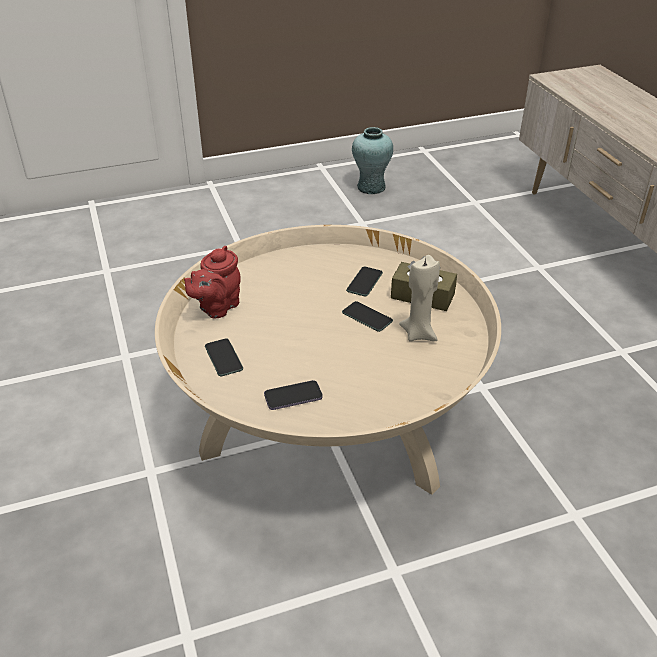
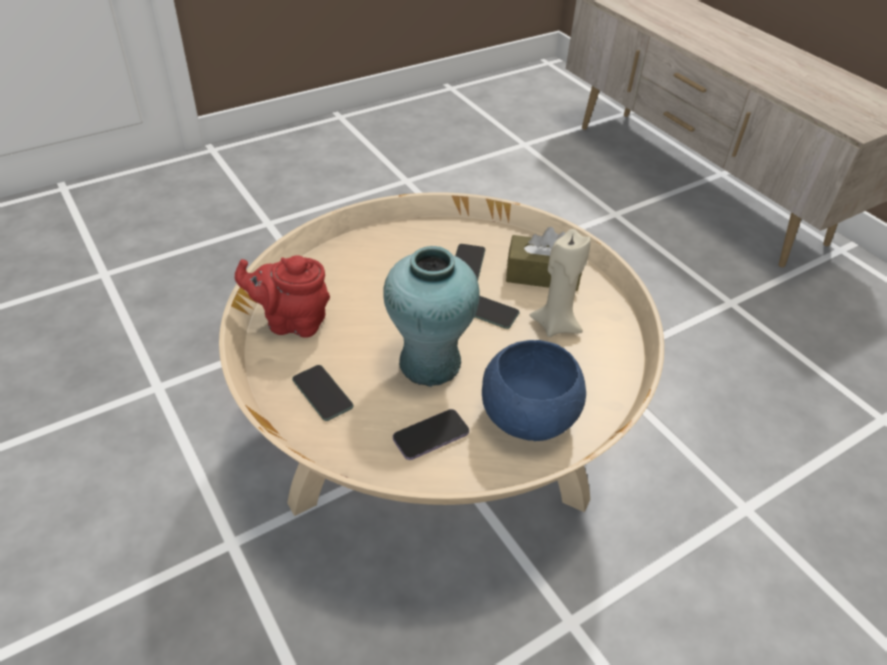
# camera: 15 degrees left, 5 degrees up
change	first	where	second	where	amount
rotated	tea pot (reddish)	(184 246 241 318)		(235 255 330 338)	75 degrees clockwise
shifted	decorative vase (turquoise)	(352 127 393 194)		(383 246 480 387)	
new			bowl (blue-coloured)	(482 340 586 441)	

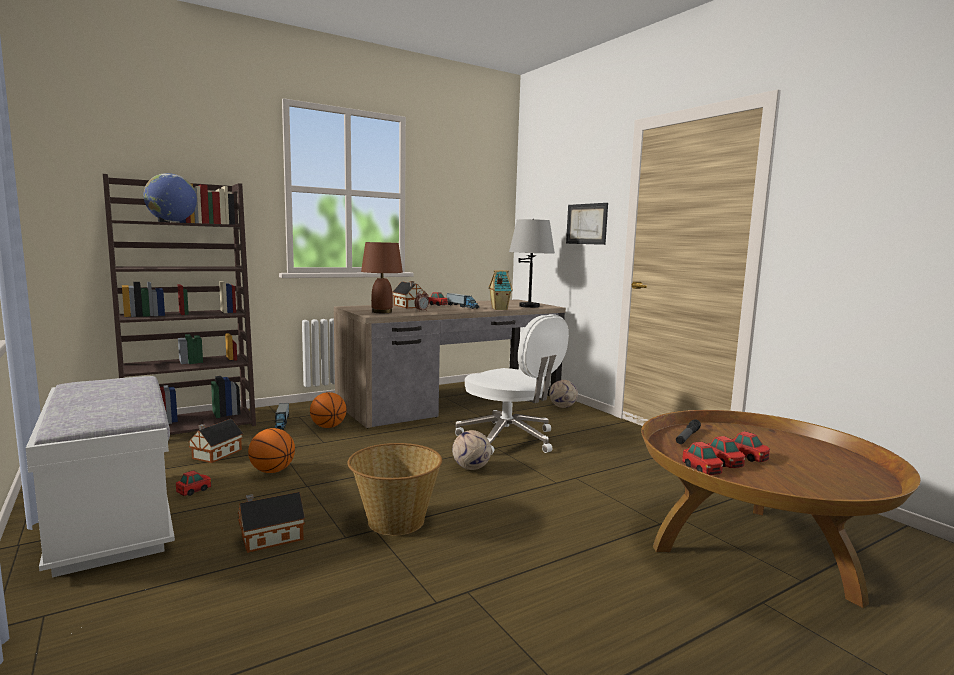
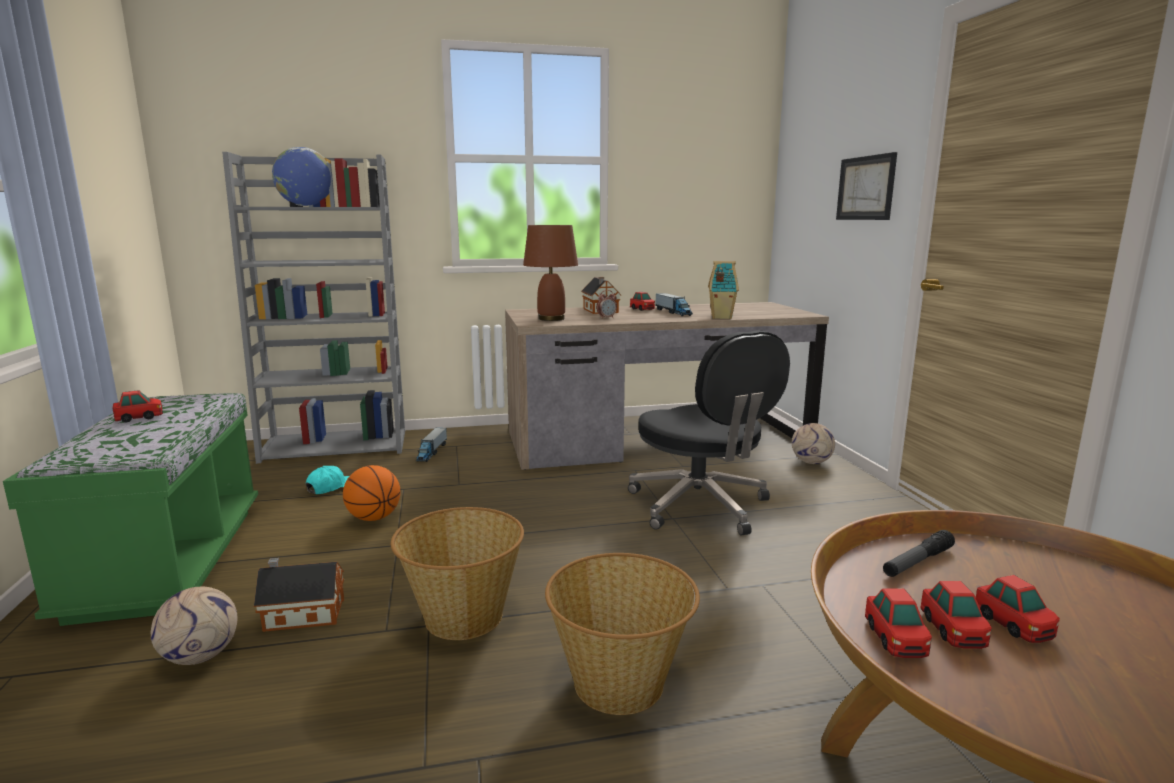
# camera: 20 degrees right, 5 degrees up
change	first	where	second	where	amount
repainted	indoor bench (whitish)	(26 376 175 578)	indoor bench (green)	(3 393 258 626)	
shifted	toy car	(176 470 211 496)		(112 390 163 422)	
shifted	ball for football	(452 430 492 470)		(151 586 238 665)	
repainted	bookcase (brownish)	(103 174 256 435)	bookcase (greyish)	(222 152 405 464)	
swapped	toy house	(188 419 243 463)	cap (turquoise)	(306 466 349 494)	
new			storage basket	(545 553 700 715)	
repainted	office chair (whitish)	(455 314 569 455)	office chair (black-coloured)	(628 330 790 535)	
gone	basketball ball	(310 392 347 428)			
gone	lamp for a table (greyish)	(509 219 555 308)			

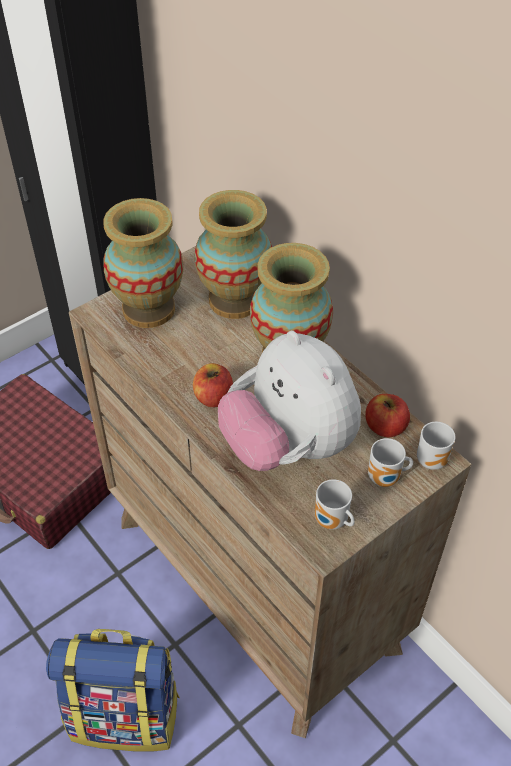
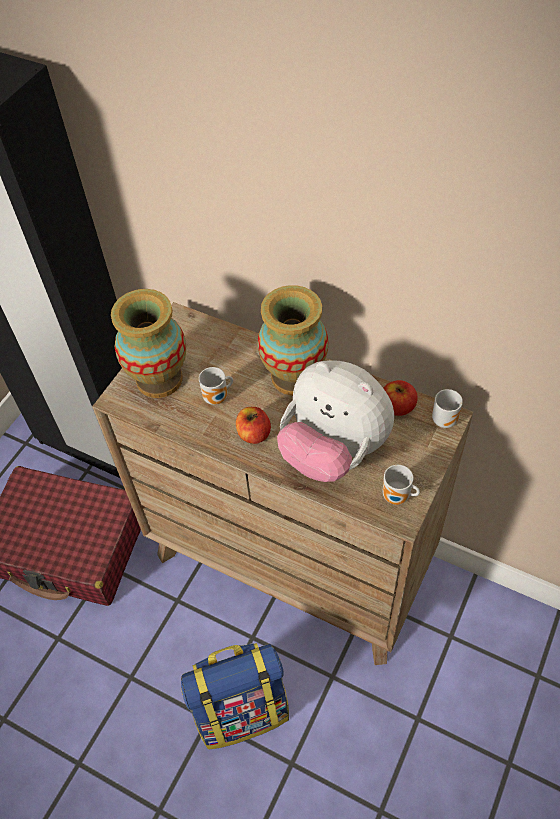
# camera: 20 degrees left, 5 degrees up
change	first	where	second	where	amount
shifted	coffee mug	(368 438 413 487)		(199 367 233 405)	
gone	decorative vase	(195 190 272 319)			

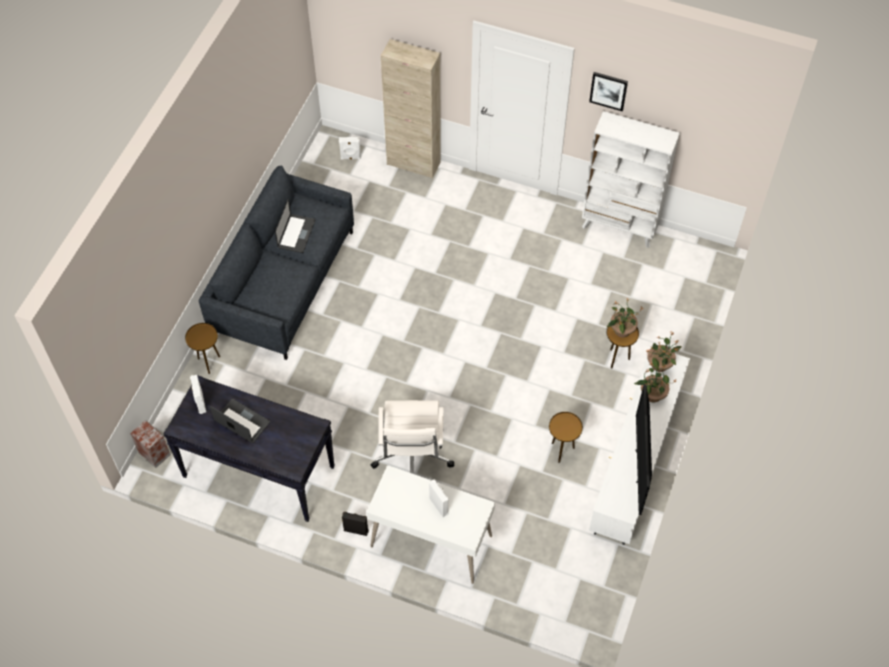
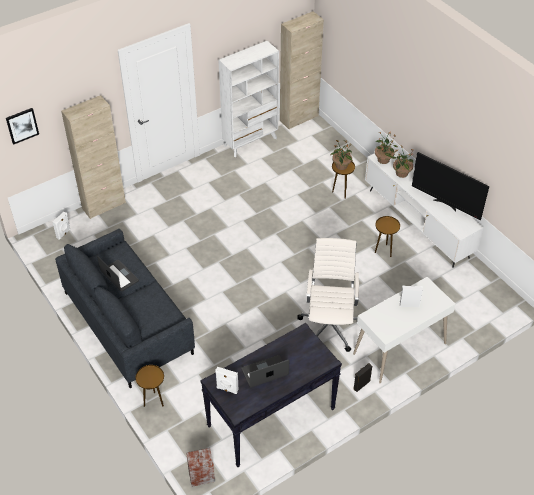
# camera: 55 degrees left, 10 degrees down
change	first	where	second	where	amount
shifted	wall art	(589 72 628 111)		(6 108 39 145)	
new			cabinet (beige)	(280 11 324 129)	
rotated	office chair (whitish)	(371 400 454 474)		(297 238 359 352)	120 degrees counterclockwise

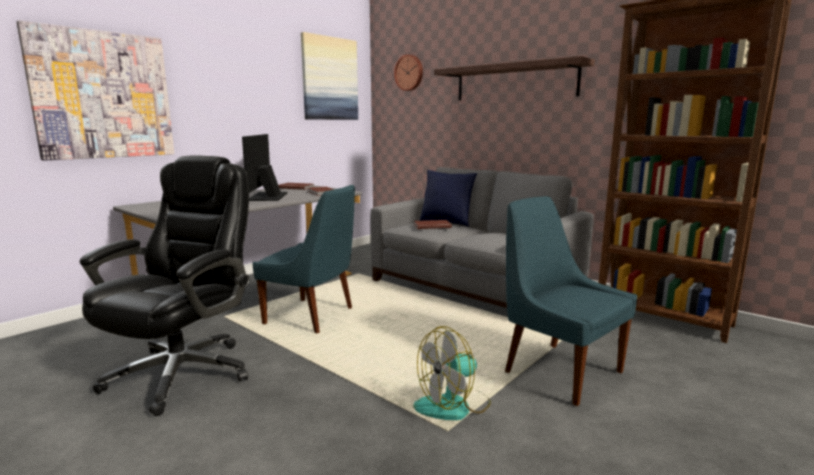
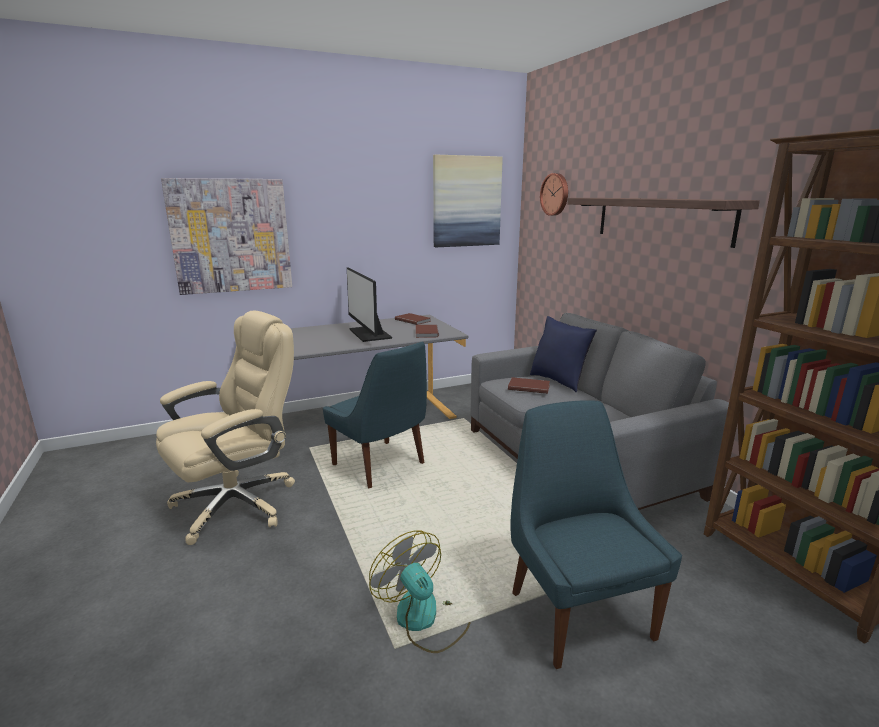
# camera: 25 degrees right, 5 degrees up
change	first	where	second	where	amount
repainted	office chair (black-coloured)	(80 156 250 416)	office chair (beige)	(156 311 295 545)	
rotated	monitor	(242 134 288 201)		(347 268 392 342)	45 degrees counterclockwise
rotated	fan	(413 326 491 420)		(369 530 471 653)	60 degrees clockwise

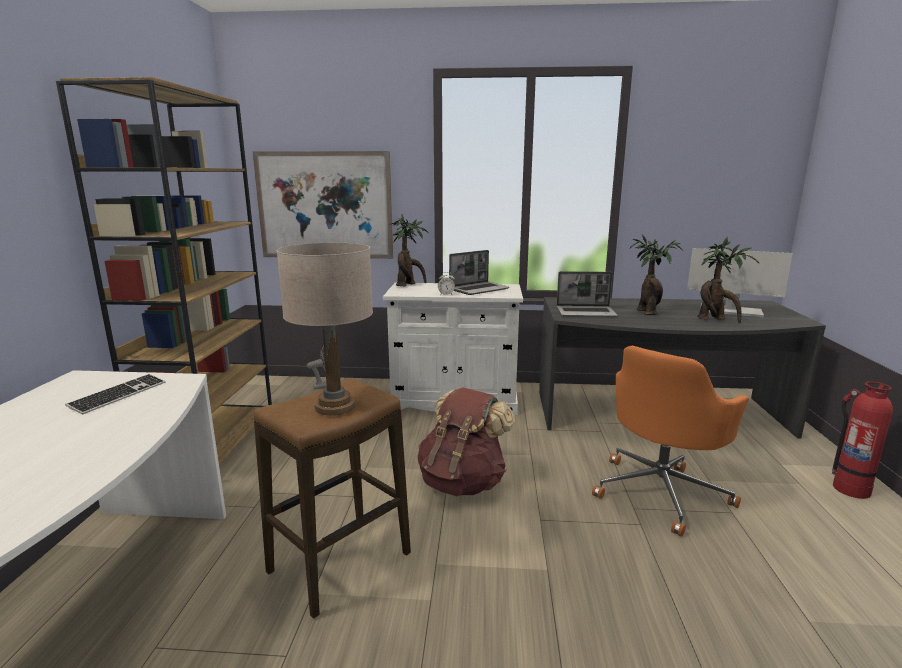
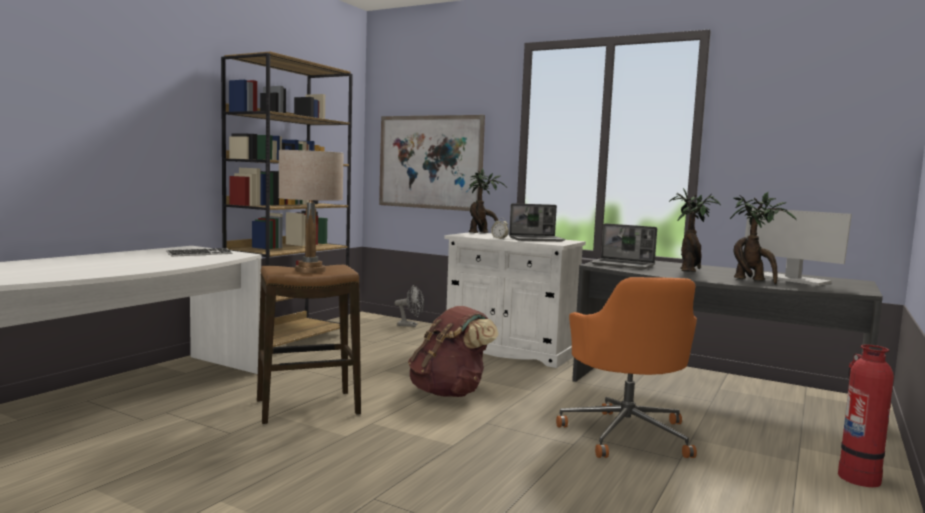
# camera: 25 degrees right, 10 degrees down
change	first	where	second	where	amount
rotated	office chair (orange-coloured)	(592 346 749 537)		(556 277 697 458)	75 degrees counterclockwise

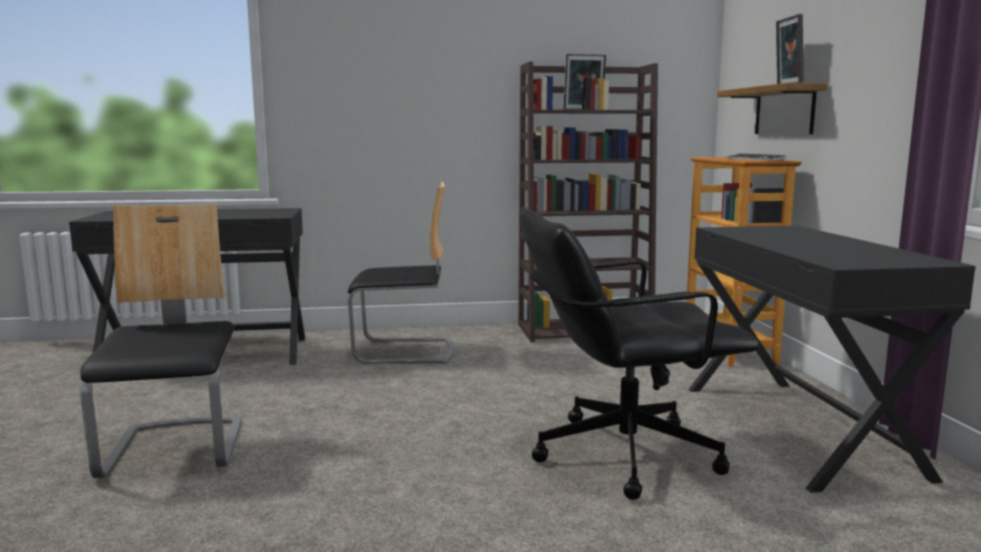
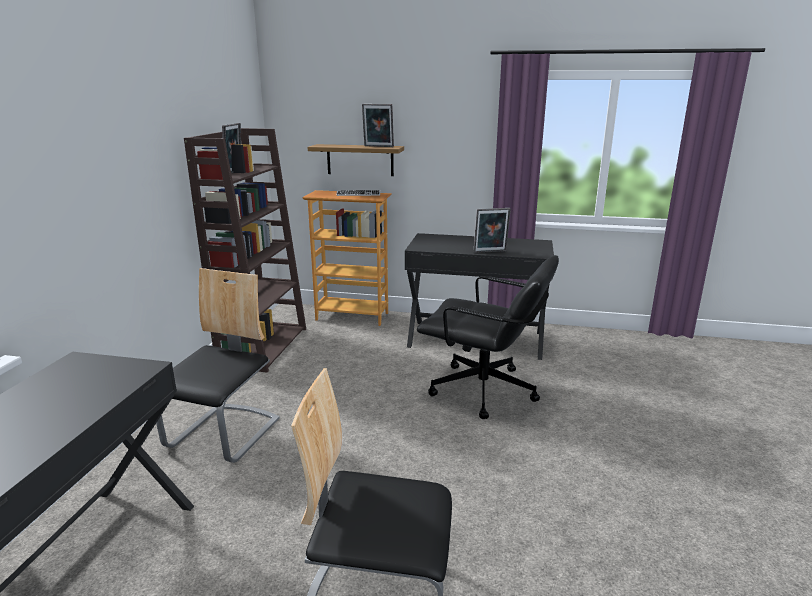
# camera: 70 degrees left, 10 degrees up
change	first	where	second	where	amount
rotated	office chair (black-coloured)	(520 210 760 500)		(417 255 559 419)	75 degrees counterclockwise
new			photo frame	(473 208 511 253)	

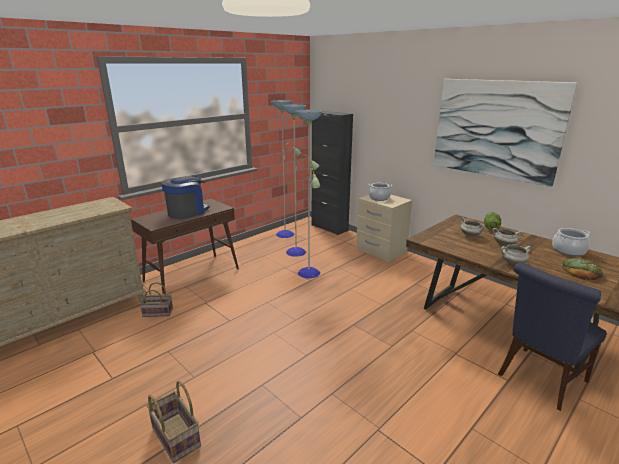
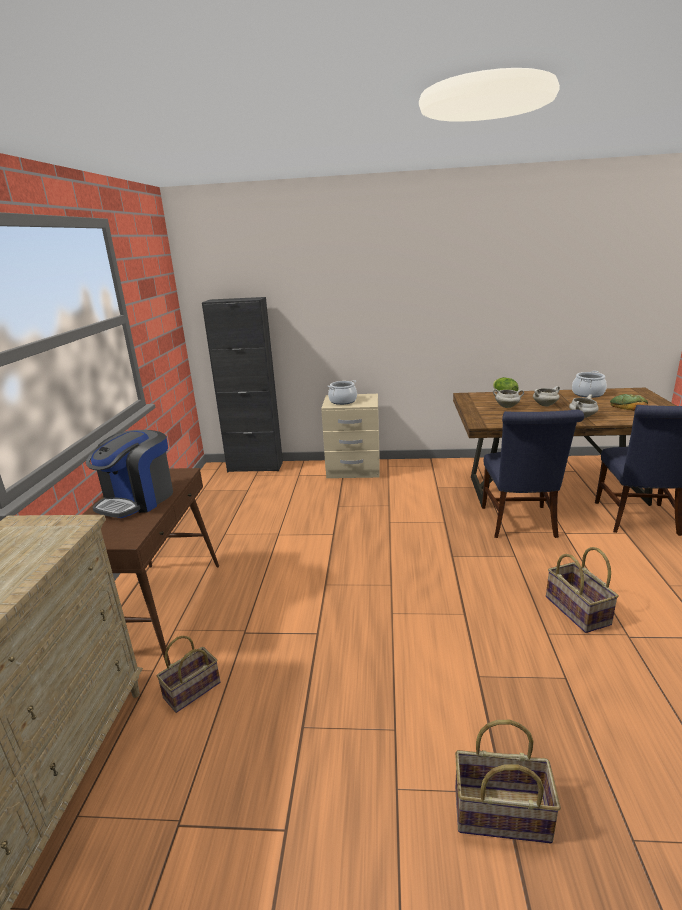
# camera: 40 degrees left, 0 degrees up
change	first	where	second	where	amount
rotated	coffee brewer	(161 176 210 219)		(85 430 173 518)	150 degrees counterclockwise
new			upright chair (blue-coloured)	(482 410 584 538)	
new			storage basket	(546 547 619 633)	
gone	floor lamp	(271 100 322 279)			
gone	wall art	(434 79 578 187)			

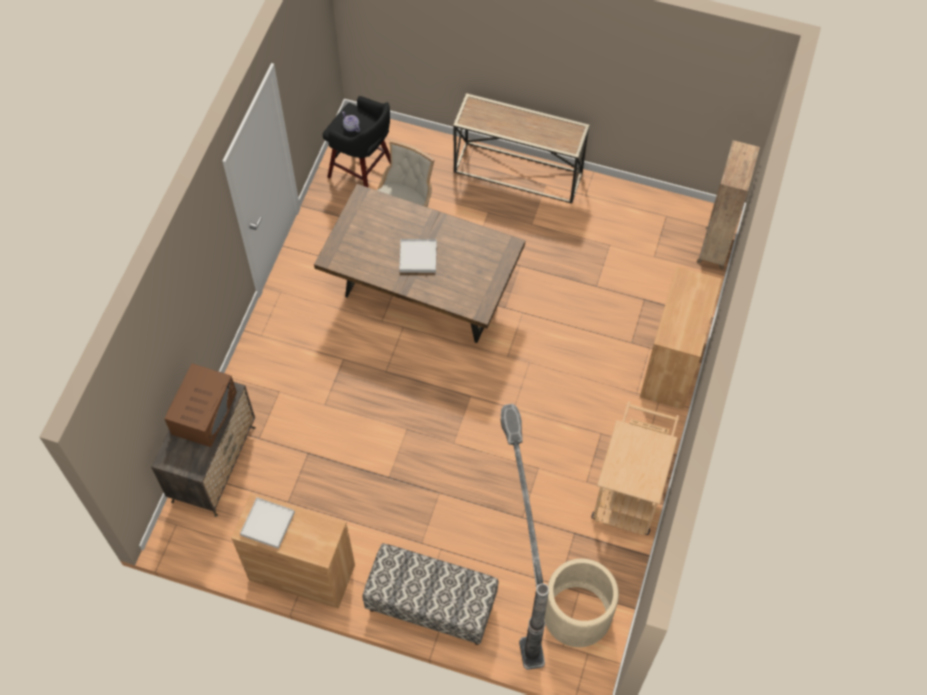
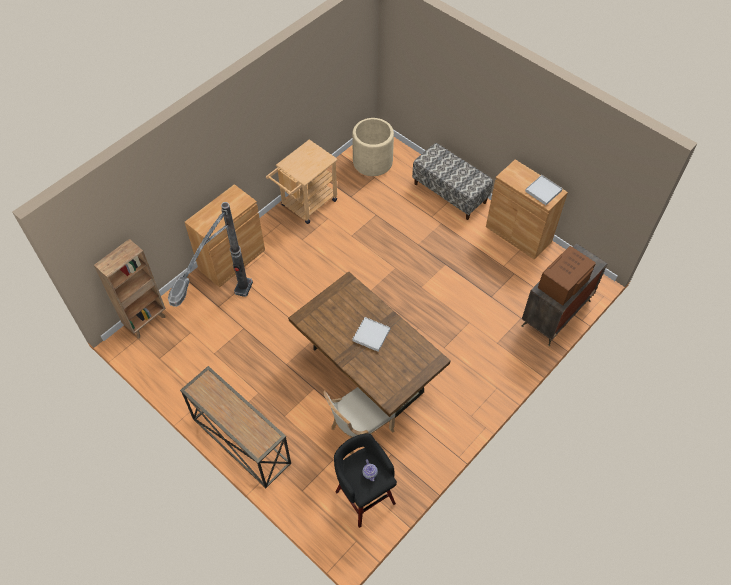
# camera: 155 degrees left, 5 degrees down
change	first	where	second	where	amount
shifted	floor lamp	(501 404 549 670)		(168 202 253 307)	

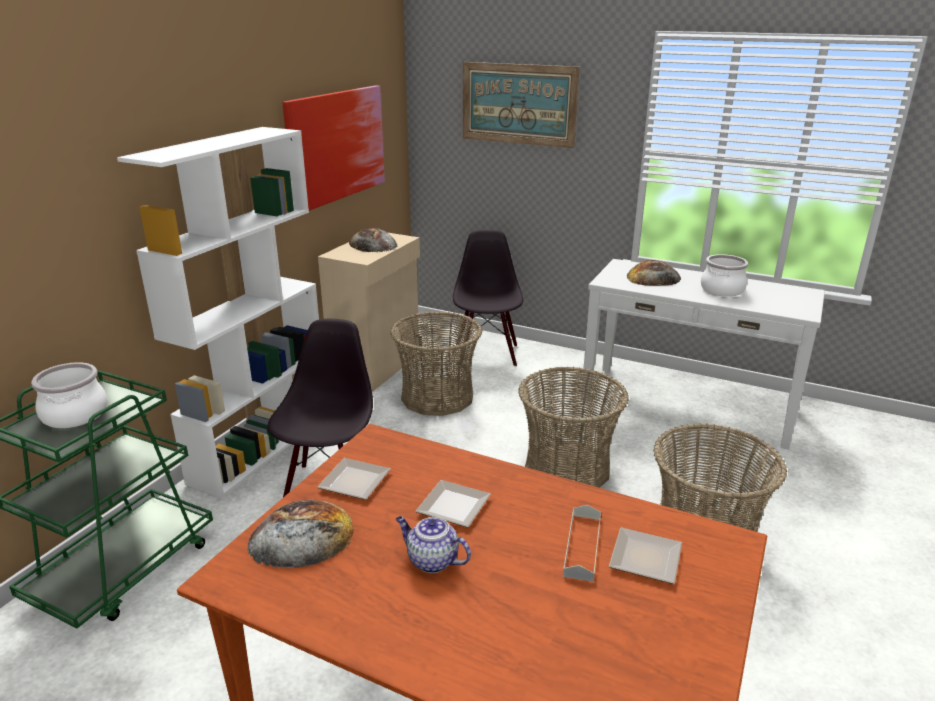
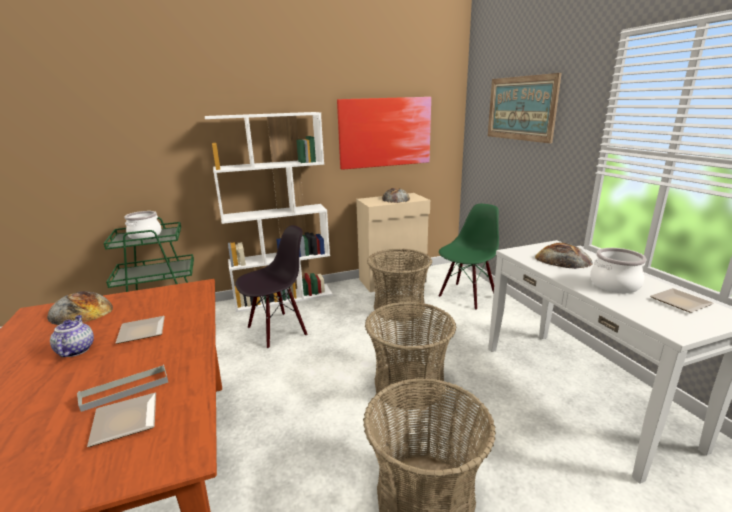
# camera: 45 degrees right, 5 degrees down
change	first	where	second	where	amount
repainted	upright chair (black-coloured)	(453 229 524 367)	upright chair (green)	(439 204 499 310)	
shifted	flat dish	(317 458 391 500)		(650 288 714 313)	

